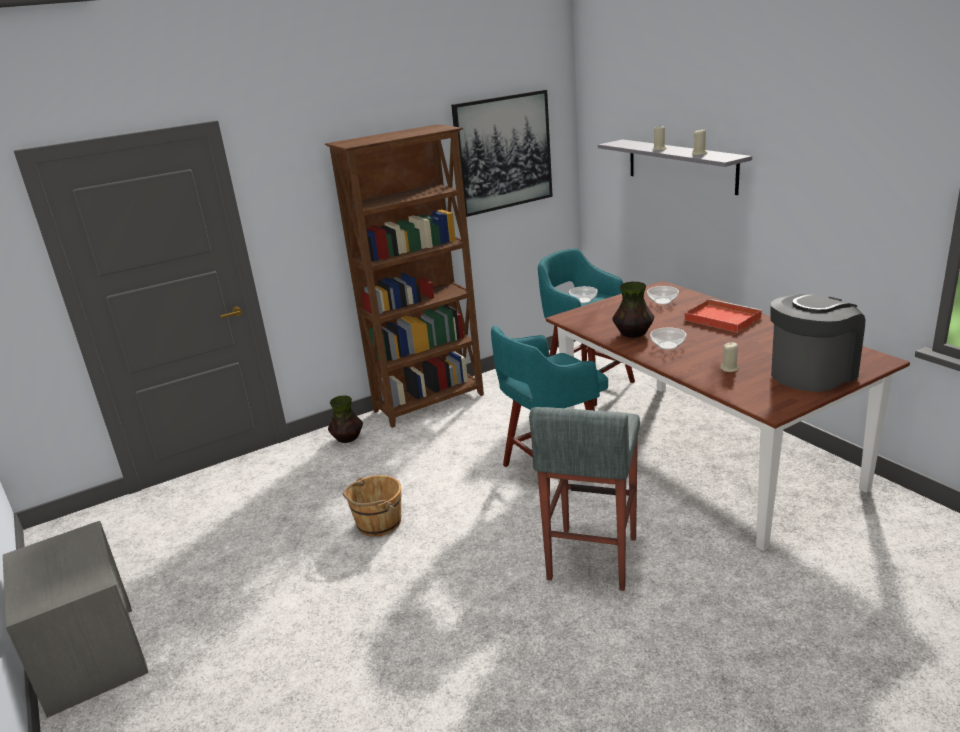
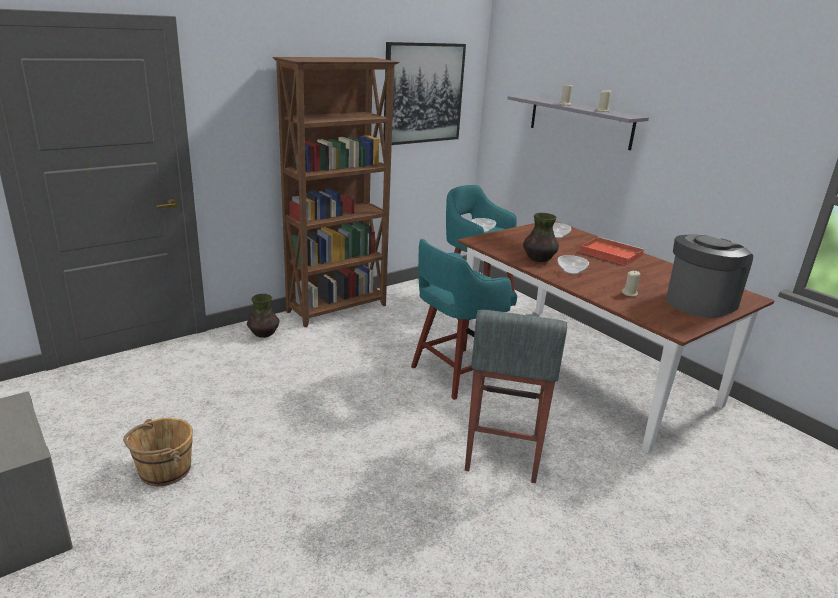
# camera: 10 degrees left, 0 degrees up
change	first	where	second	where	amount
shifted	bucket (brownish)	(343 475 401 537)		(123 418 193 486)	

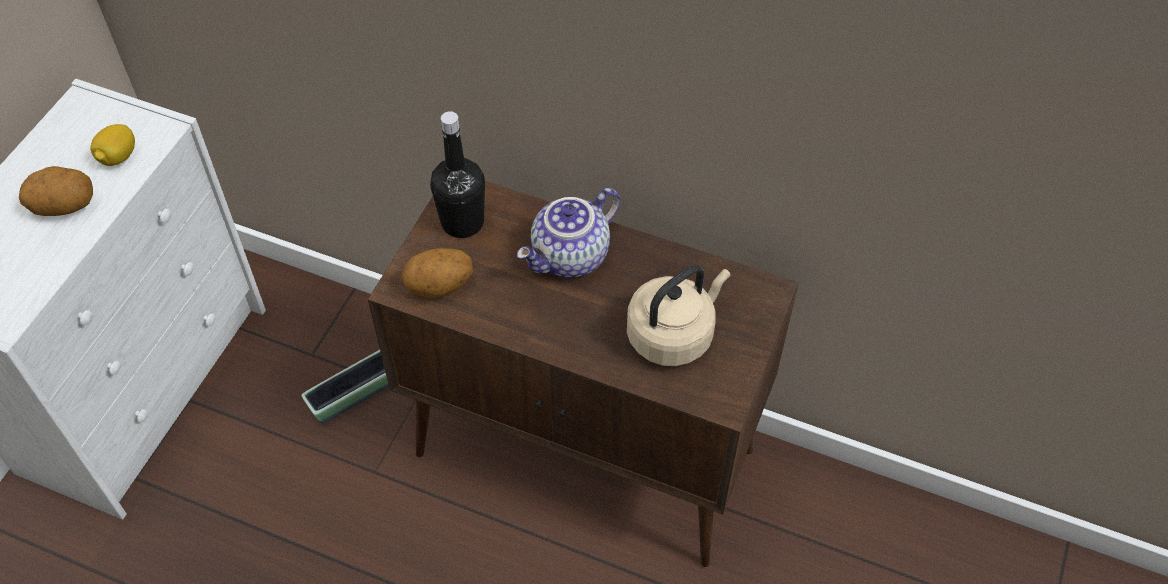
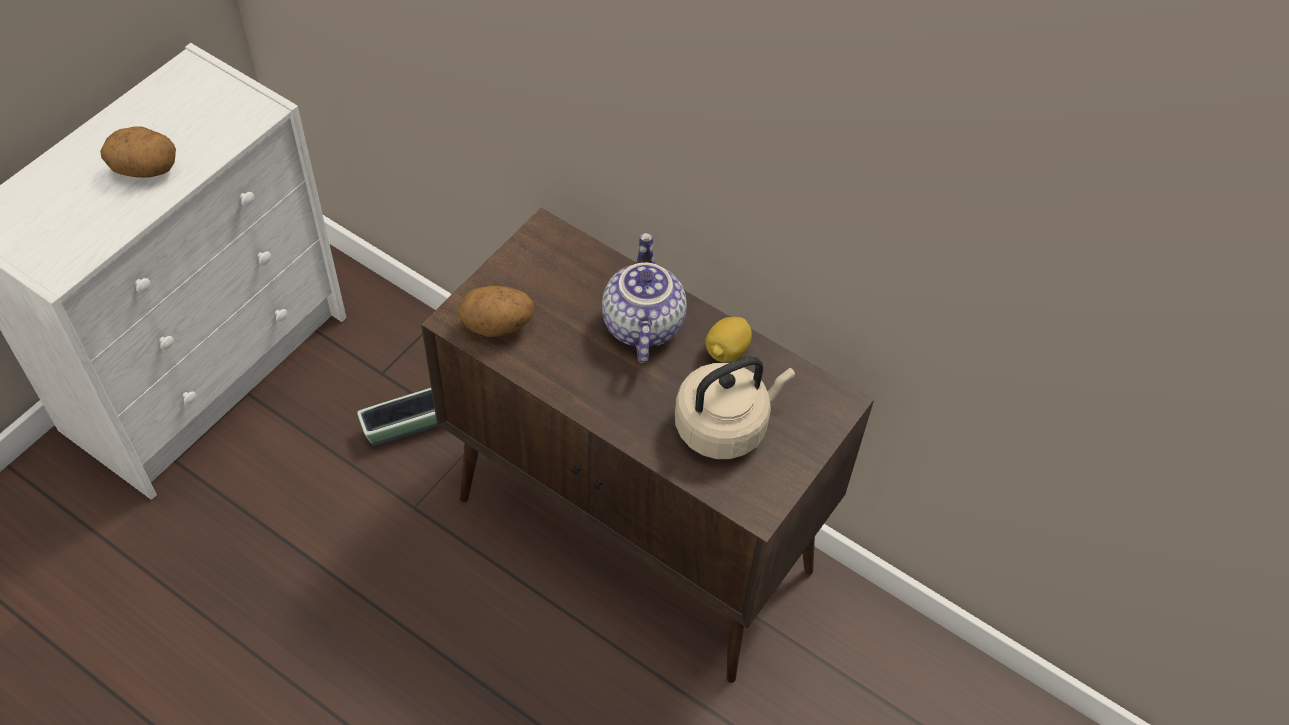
# camera: 10 degrees right, 0 degrees up
change	first	where	second	where	amount
rotated	tea pot	(517 188 620 278)		(602 233 687 363)	120 degrees clockwise
shifted	citrus fruit	(90 124 135 166)		(705 317 752 362)	
gone	bottle (black-coloured)	(430 111 485 238)			

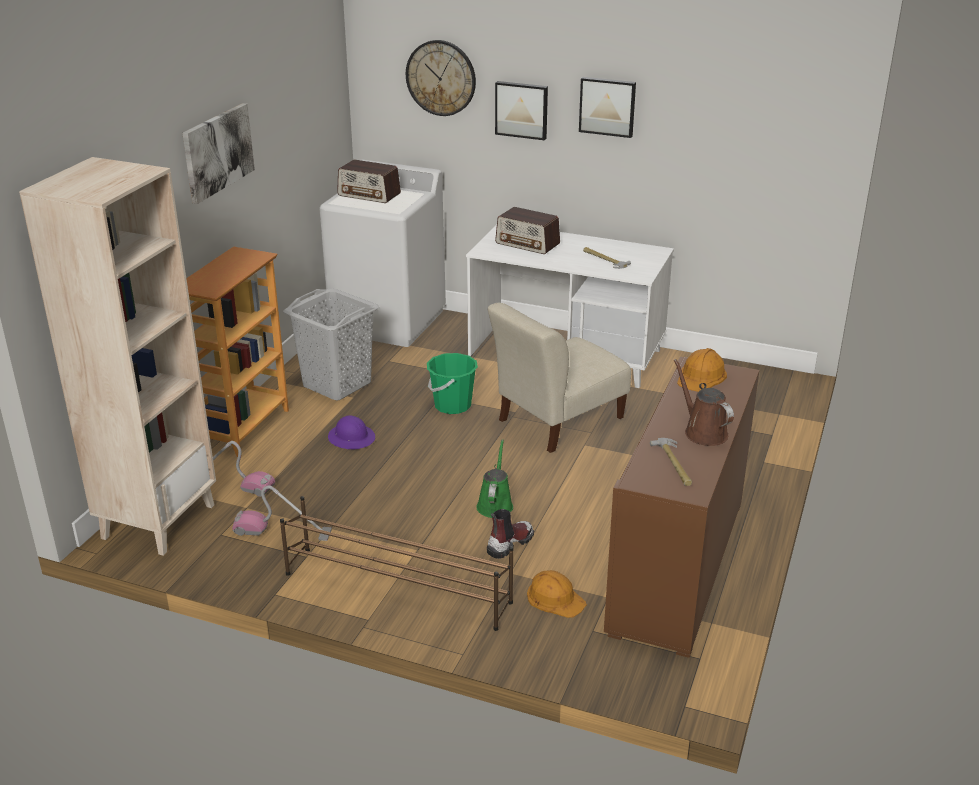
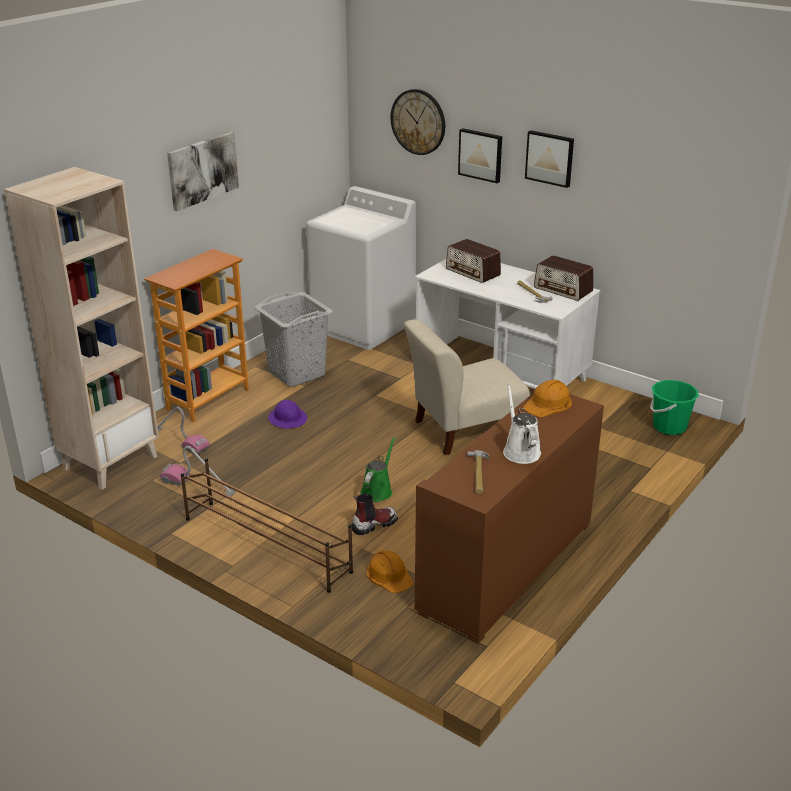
# camera: 15 degrees right, 0 degrees up
change	first	where	second	where	amount
repainted	sprinkling can (brownish)	(674 359 734 446)	sprinkling can (whitish)	(503 385 541 464)	
shifted	radio receiver	(337 160 401 203)		(534 255 593 301)	
shifted	bucket (green)	(427 353 478 414)		(650 380 699 435)	

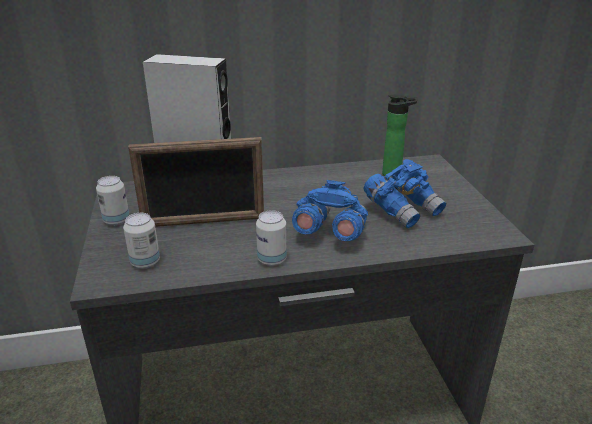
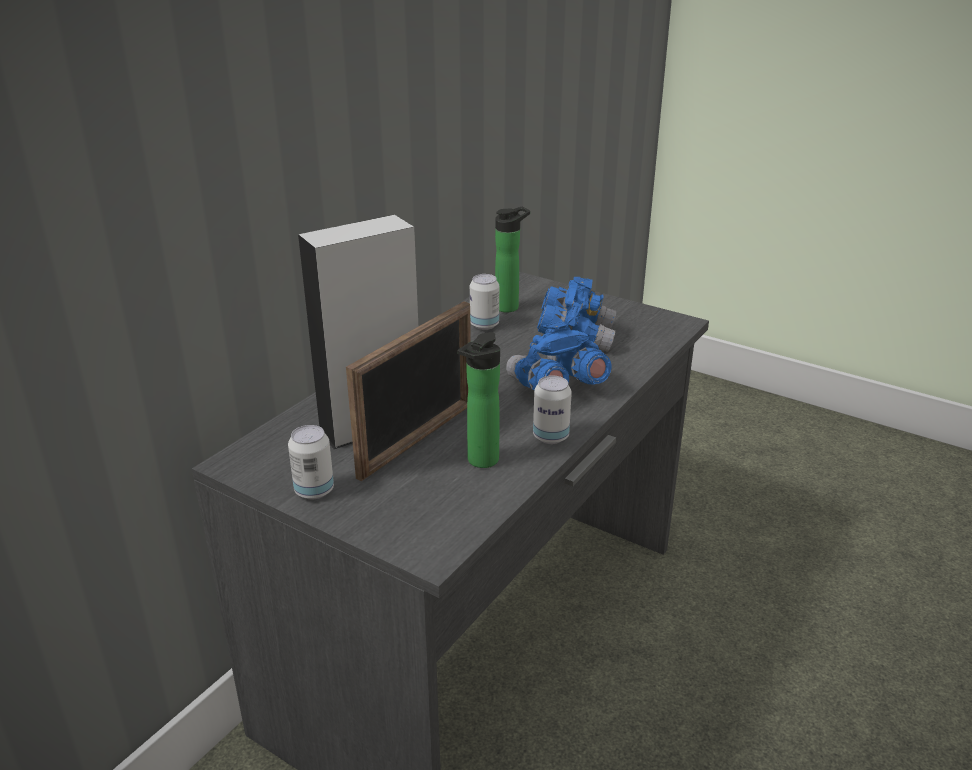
# camera: 45 degrees left, 0 degrees up
change	first	where	second	where	amount
new			bottle	(457 332 500 468)	
shifted	can	(123 213 160 268)		(470 274 499 330)	

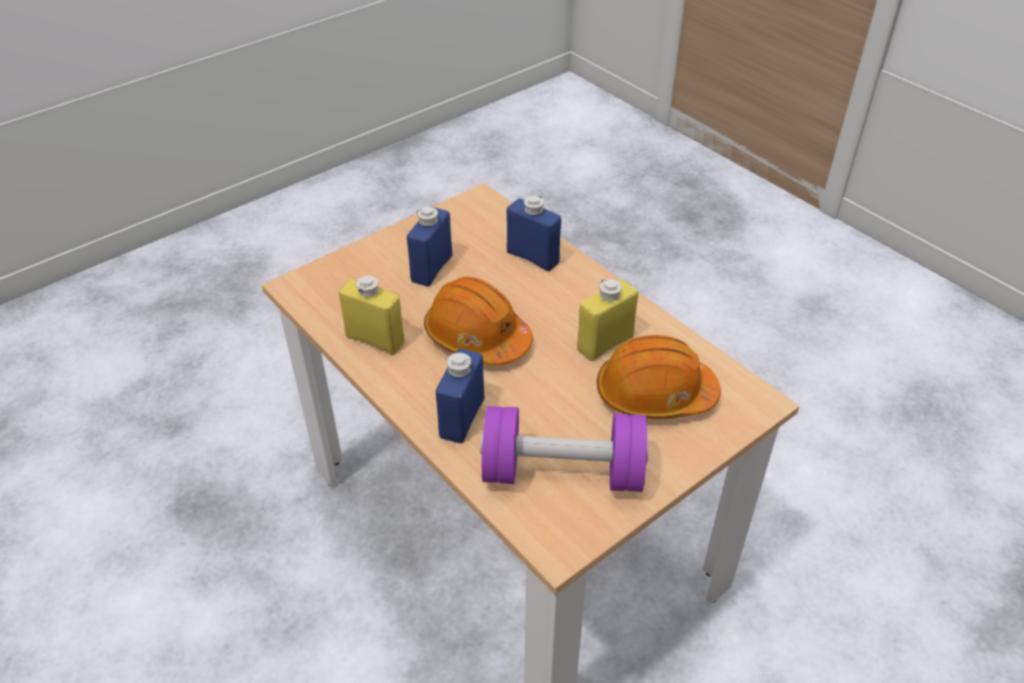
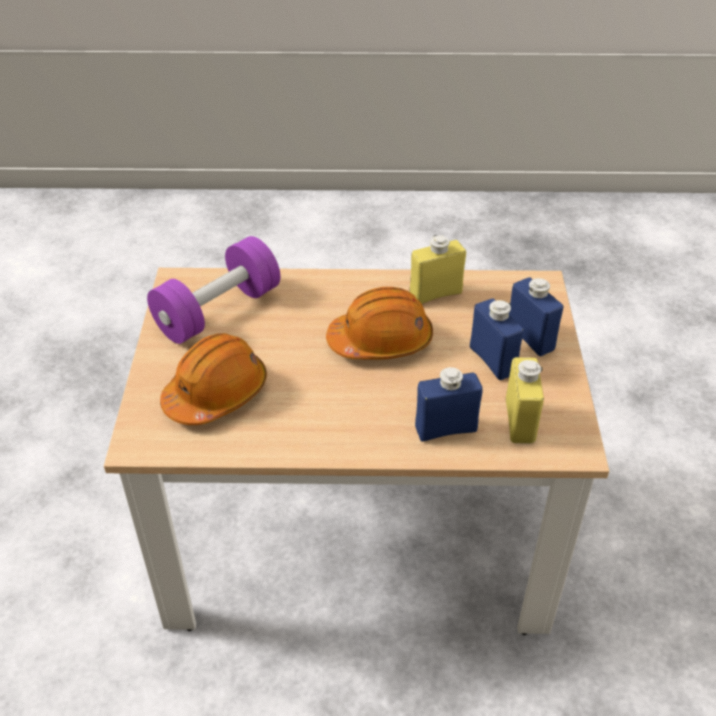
# camera: 130 degrees right, 0 degrees up
change	first	where	second	where	amount
shifted	bottle (yellow)	(577 279 638 361)		(506 357 544 444)	
shifted	bottle (blue-coloured)	(436 349 485 443)		(509 277 563 356)	

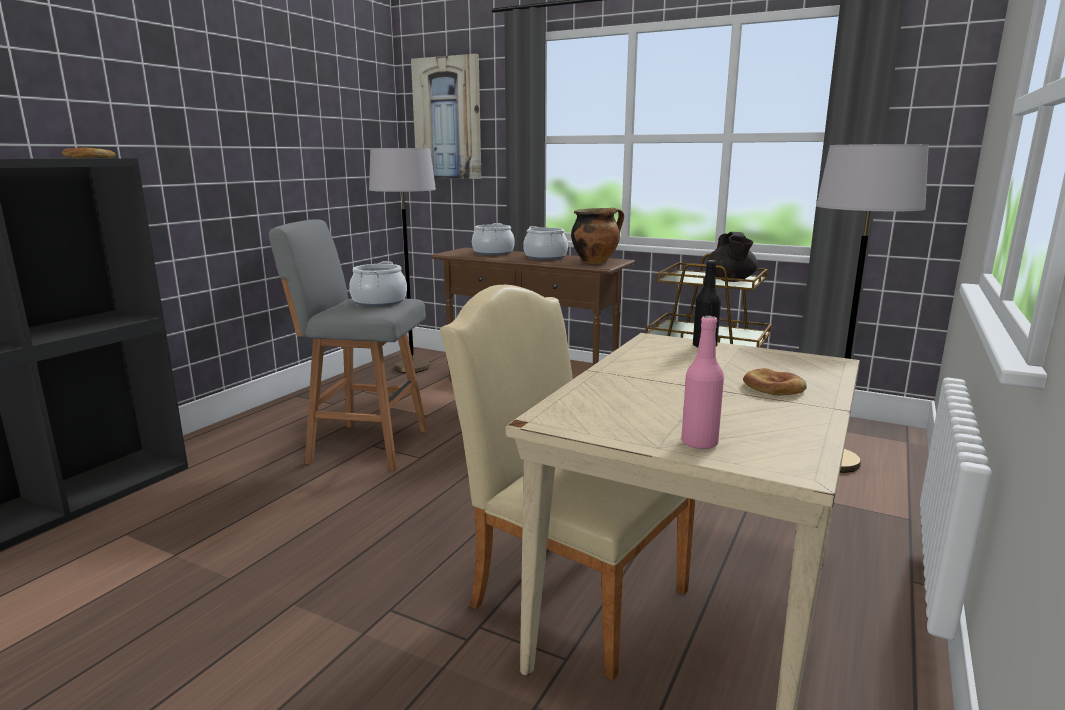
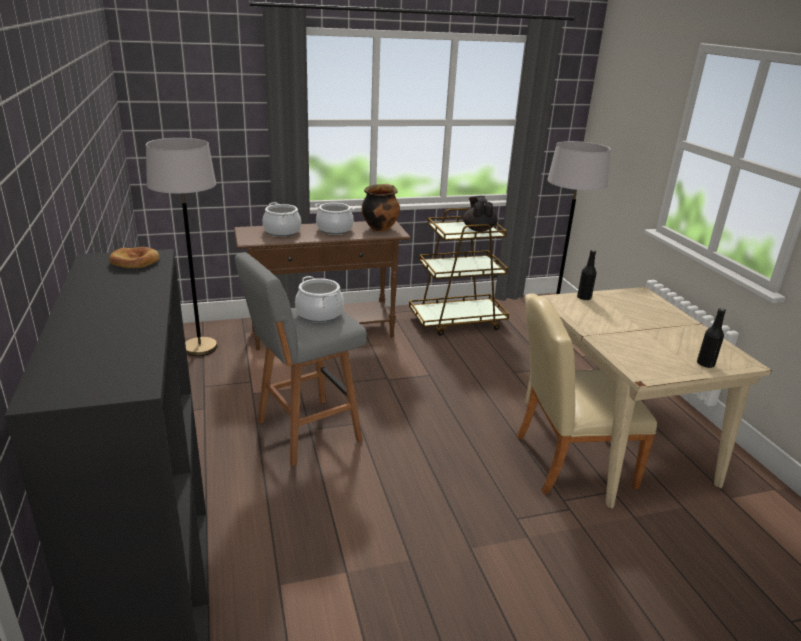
# camera: 45 degrees left, 10 degrees up
change	first	where	second	where	amount
rotated	tea pot (black-coloured)	(707 232 758 282)		(463 196 498 232)	150 degrees counterclockwise
repainted	bottle (pinkish)	(681 316 724 449)	bottle (black-coloured)	(697 308 726 368)	
gone	wall art	(411 54 481 179)			
gone	bakery bread	(743 368 807 396)			

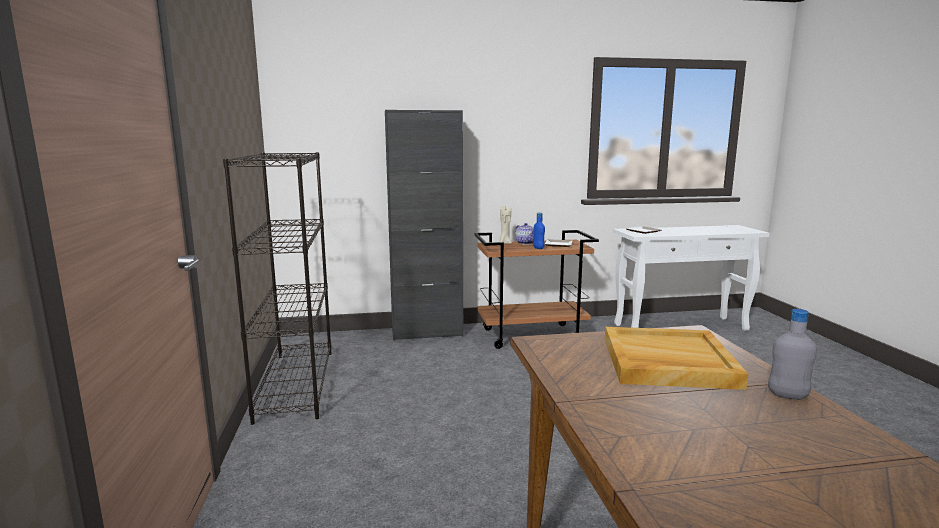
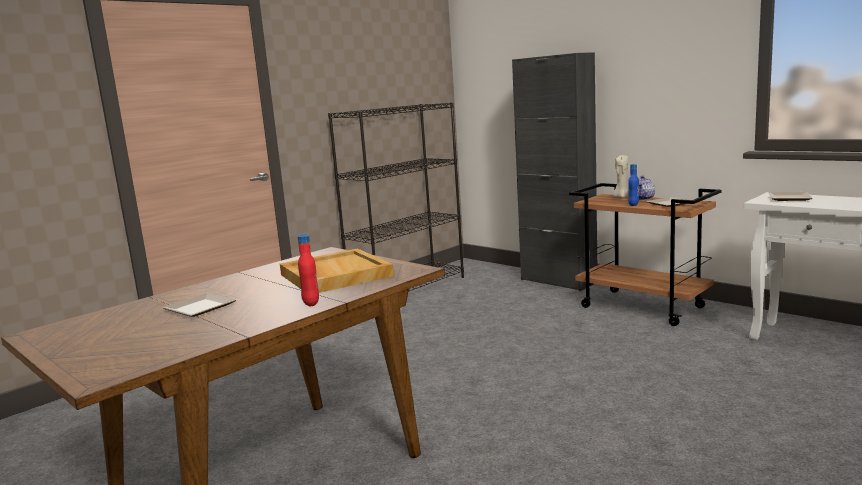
# camera: 55 degrees right, 0 degrees up
change	first	where	second	where	amount
new			flat dish	(163 293 236 317)	
repainted	bottle (greyish)	(768 309 817 400)	bottle (reddish)	(298 234 319 306)	

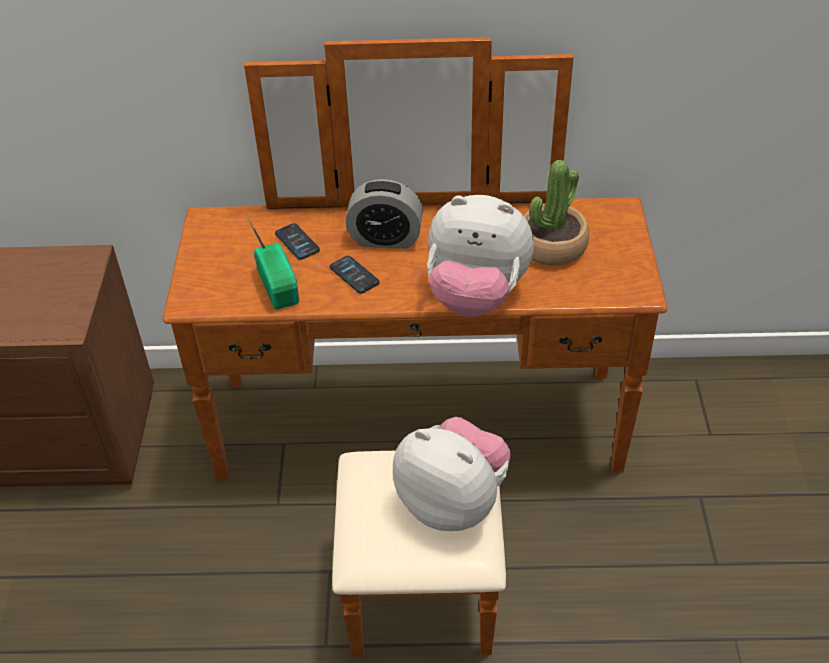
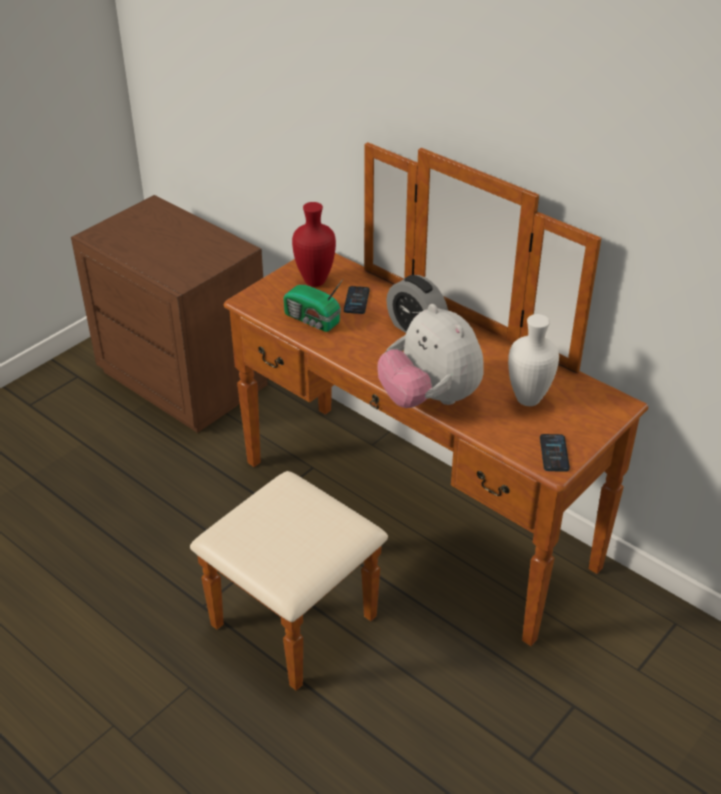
# camera: 40 degrees right, 5 degrees down
change	first	where	second	where	amount
rotated	radio receiver	(247 217 299 309)		(283 278 344 332)	105 degrees clockwise
new			decorative vase (reddish)	(292 202 336 287)	
swapped	potted plant	(524 160 589 265)	decorative vase (whitish)	(508 314 559 406)	
shifted	handset	(330 256 379 294)		(540 434 570 472)	
gone	cuddly toy	(393 417 511 531)			

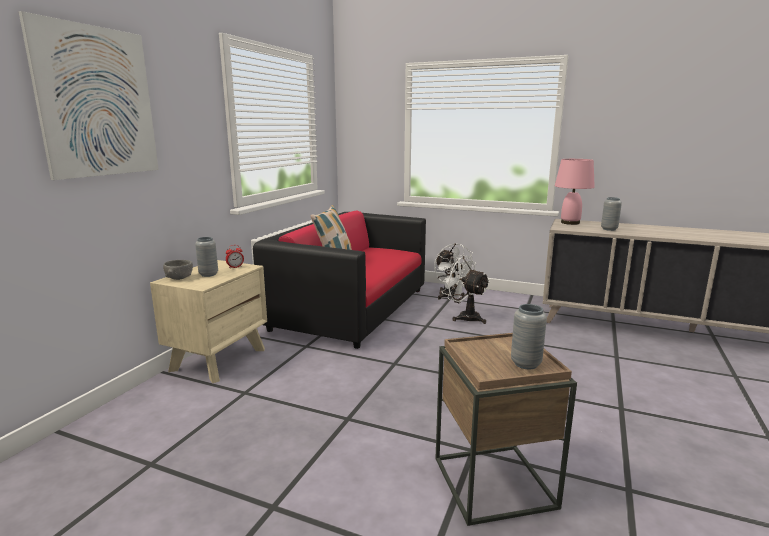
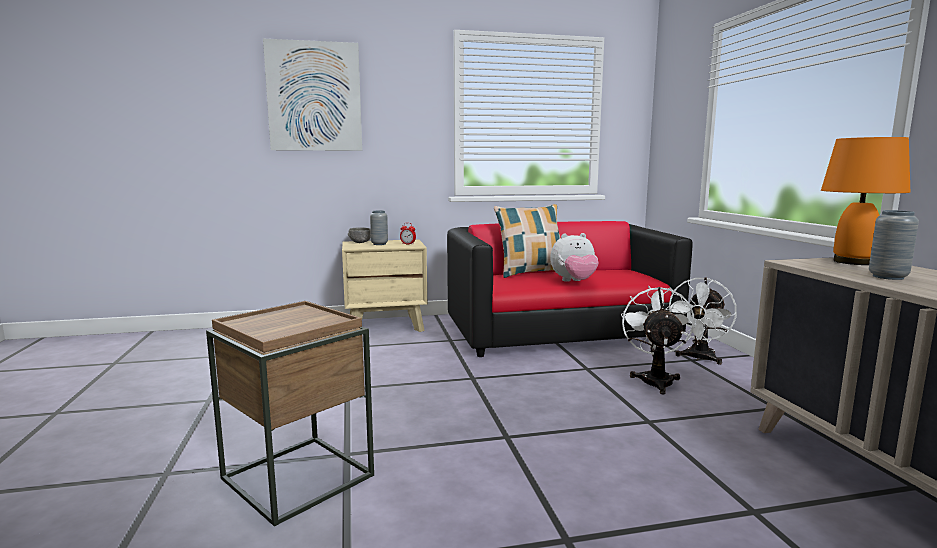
# camera: 55 degrees right, 5 degrees down
change	first	where	second	where	amount
new			cuddly toy	(550 233 599 282)	
repainted	lamp for a table (pinkish)	(555 159 595 225)	lamp for a table (orange-coloured)	(821 137 910 265)	
gone	decorative vase (greyish)	(511 304 547 369)			

